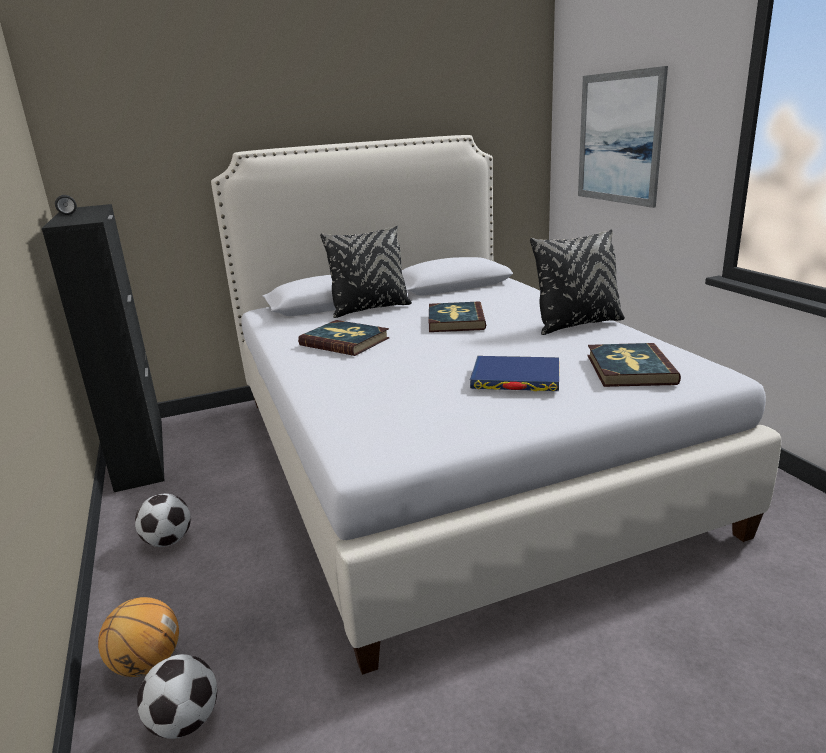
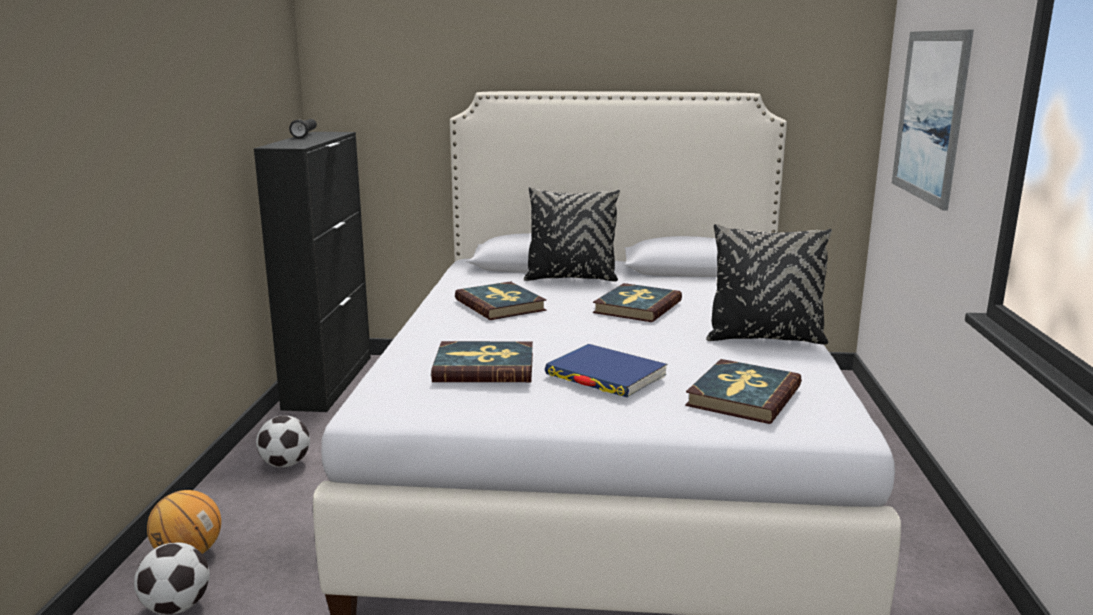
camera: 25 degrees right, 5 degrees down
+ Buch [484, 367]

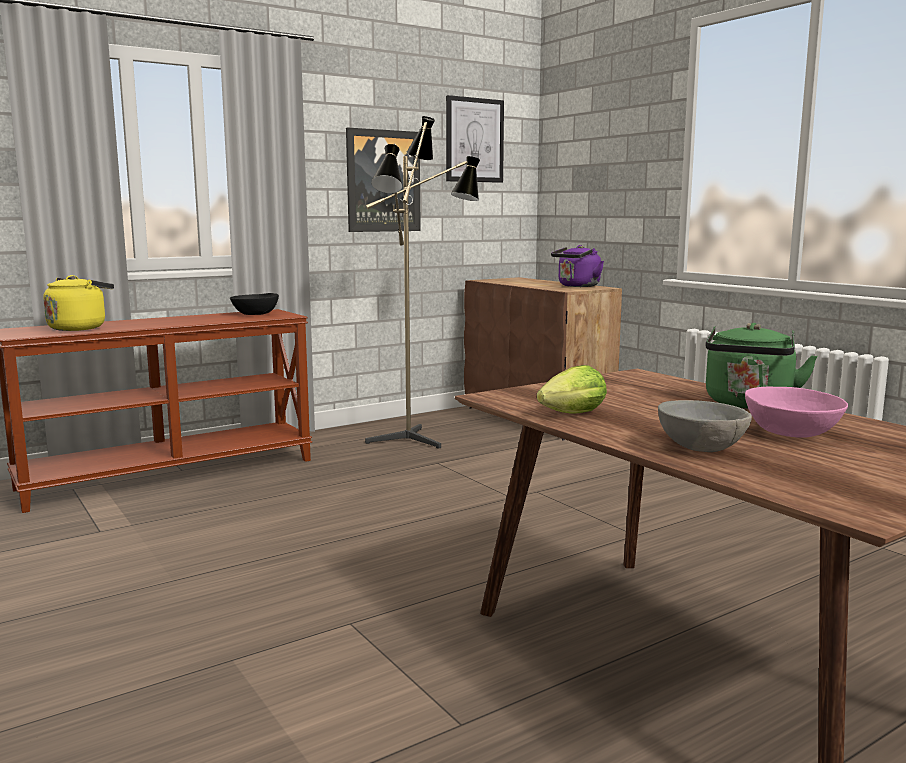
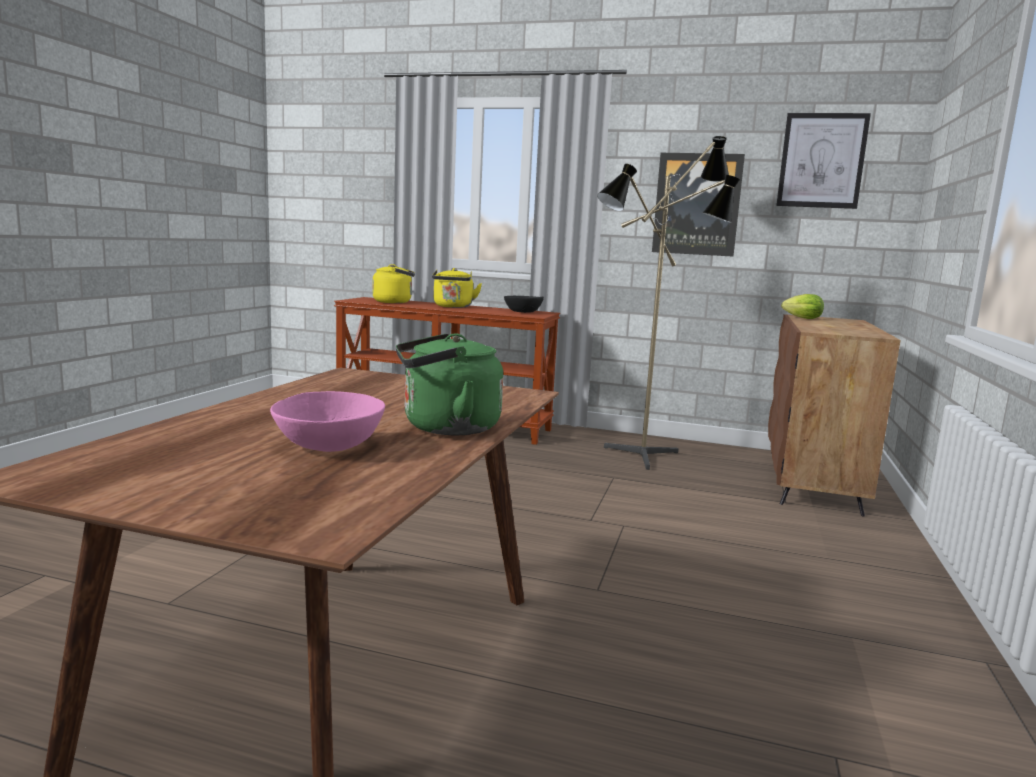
camera: 50 degrees right, 0 degrees up
~ Salatkopf [569, 415] to [800, 318]
- Wasserkessel/lila [577, 286]
- Schüssel/grau [701, 448]
+ Wasserkessel/gelb [453, 307]

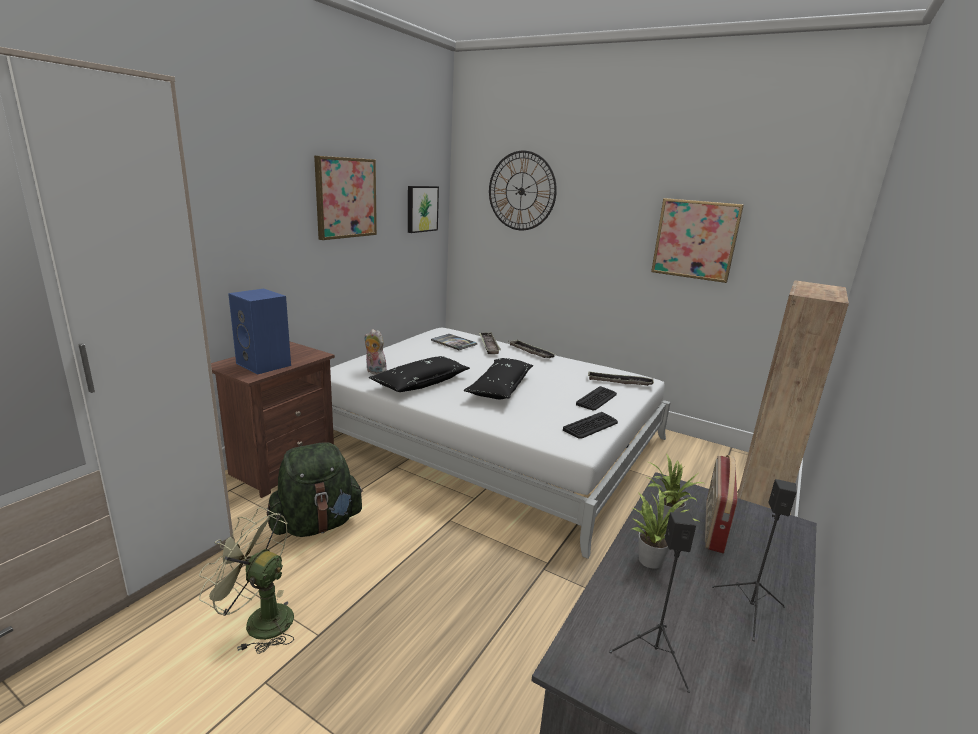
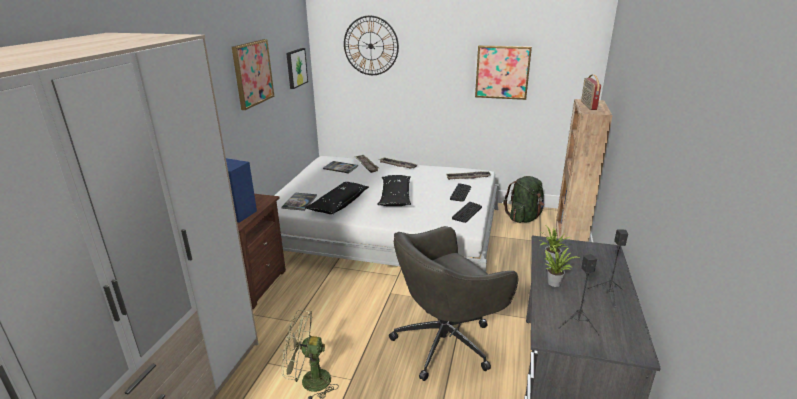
camera: 15 degrees left, 5 degrees up
~ Rucksack/grün [317, 524] to [524, 218]
~ Plüschtier [374, 372] to Buch [299, 202]
~ Radio [713, 526] to [588, 105]
+ Bürostuhl/grau [446, 342]

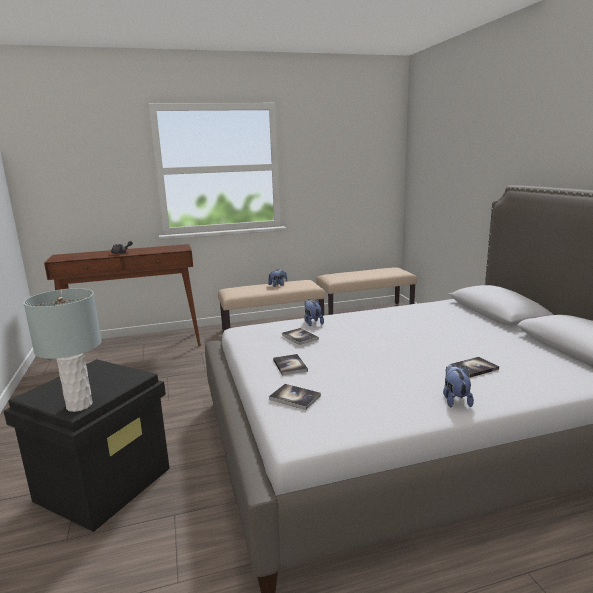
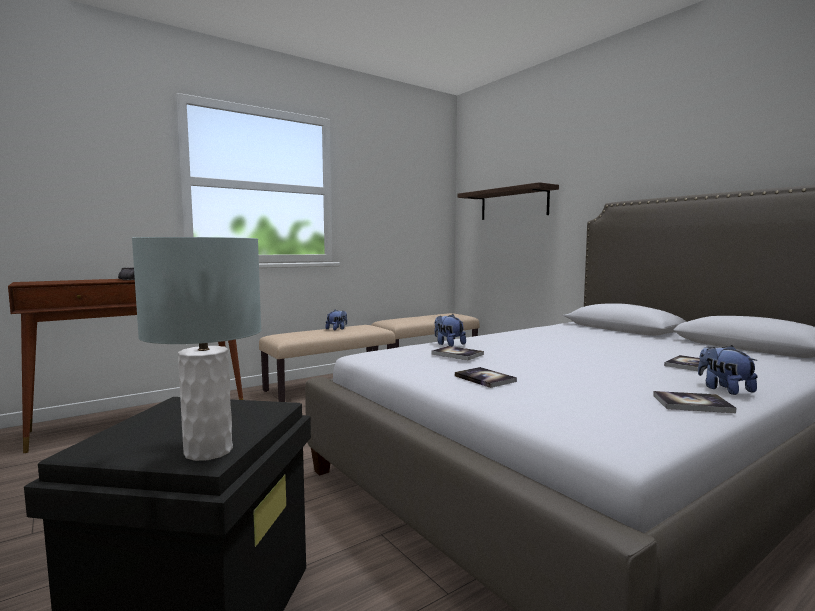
camera: 20 degrees left, 10 degrees down
~ Buch [295, 397] to [692, 404]
+ Wandregal [513, 204]

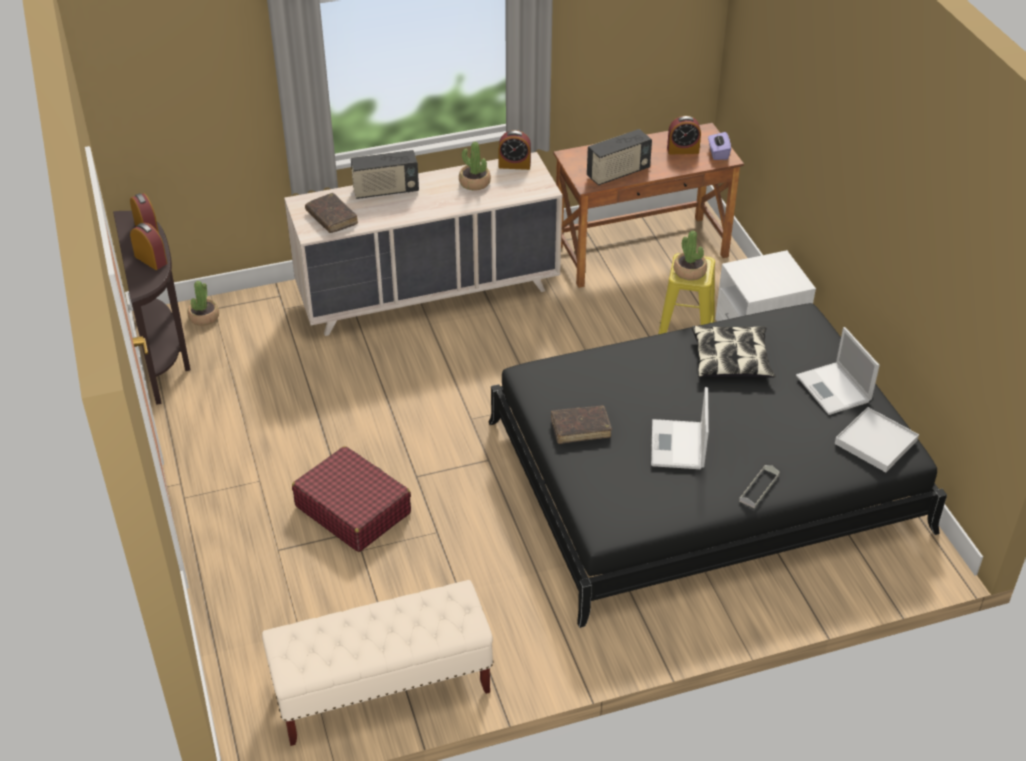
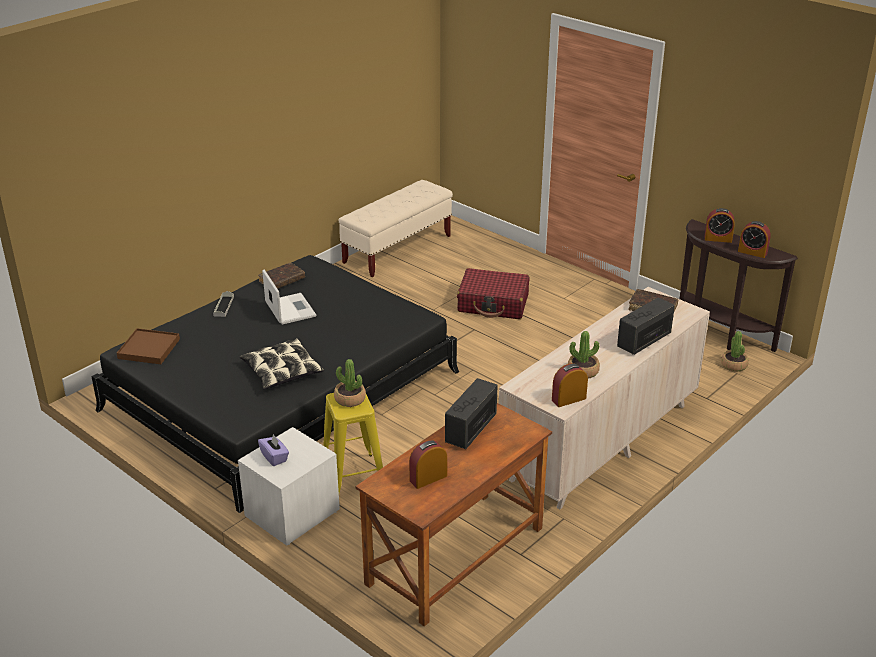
camera: 150 degrees right, 10 degrees down
~ Buch/braun [580, 428] to [282, 281]
~ Taschentuchbox/lila [718, 153] to [274, 457]
- Laptop [834, 389]
~ Tablett/weiß [875, 442] to Tablett/braun [149, 349]

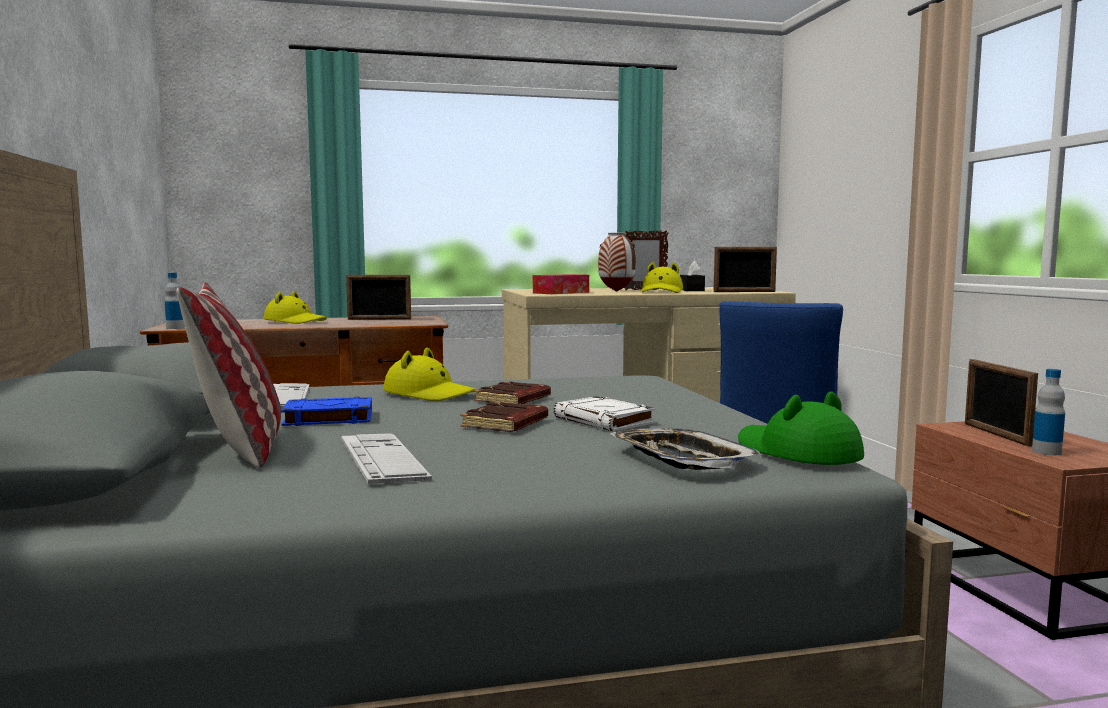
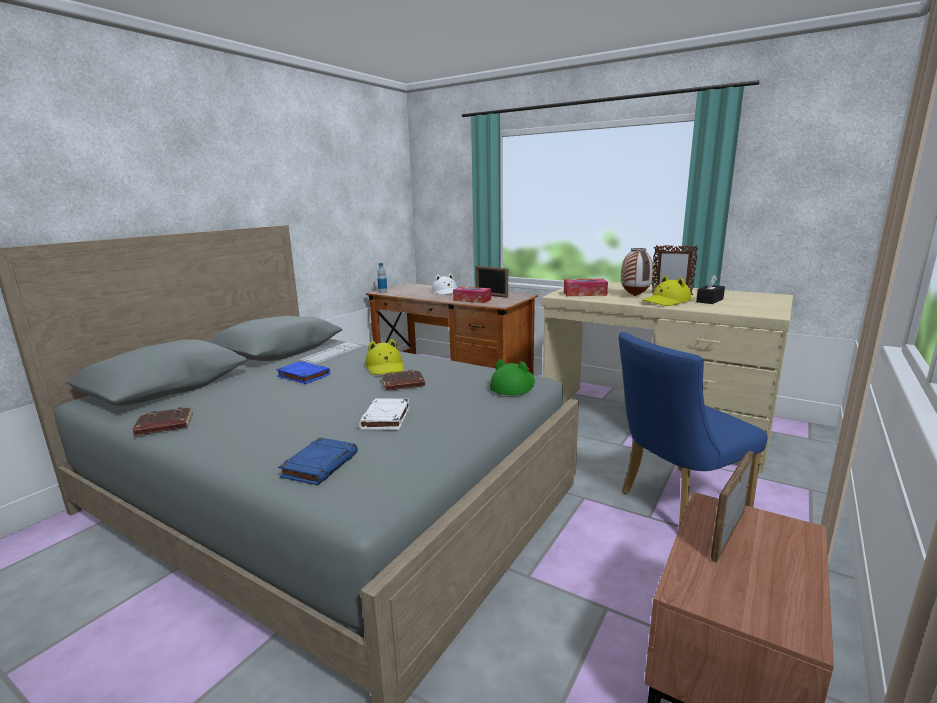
camera: 45 degrees right, 10 degrees up
- Kissen [240, 448]
~ Hut/gelb [295, 321] to Hut/weiß [446, 292]
- Tastatur [382, 459]
~ Buch/braun [506, 424] to [164, 426]
~ Tablett [681, 459] to Buch/blau [320, 465]
- Bilderrahmen [744, 292]
~ Hut/grün [796, 452] to [513, 385]
- Flasche [1046, 452]
+ Taschentuchbox [472, 300]

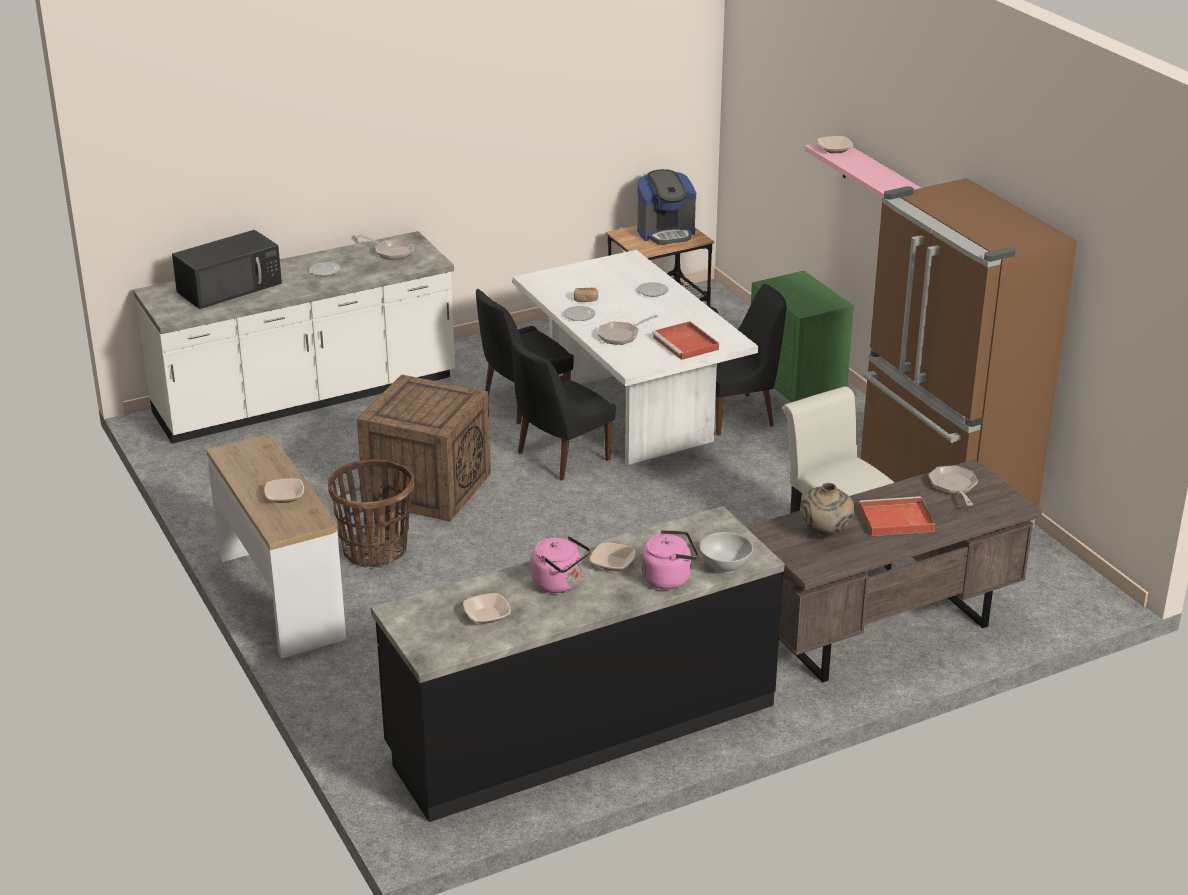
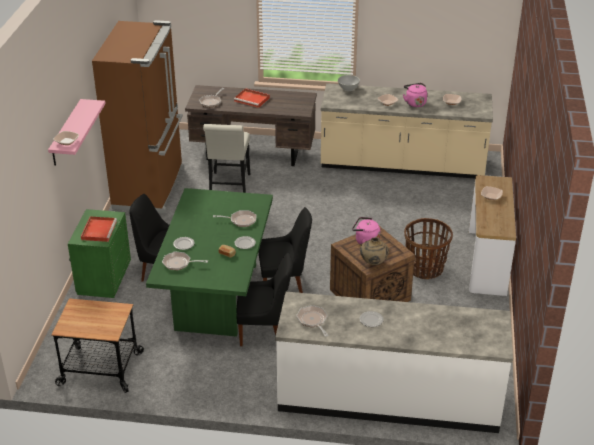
camera: 145 degrees left, 5 degrees up
- Mikrowelle/schwarz [230, 287]
~ Küchenzeile/schwarz [581, 728] to Küchenzeile/beige [402, 165]
~ Esstisch/weiß [628, 414] to Esstisch/grün [217, 297]
- Kaffeemaschine [666, 233]
~ Wasserkessel/rosa [669, 578] to [365, 241]
~ Tablett/rot [686, 344] to [99, 230]
~ Vase/beige [825, 533] to [373, 263]
+ Pfanne [179, 263]

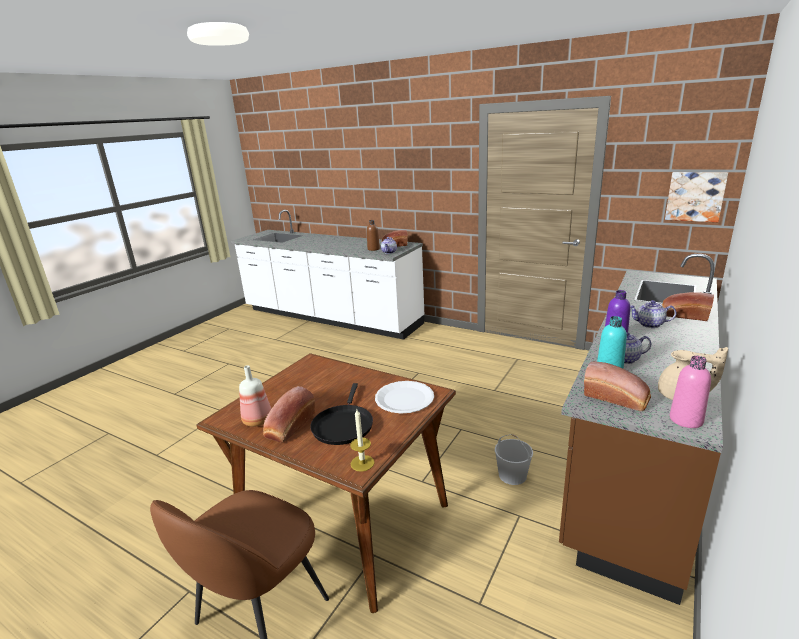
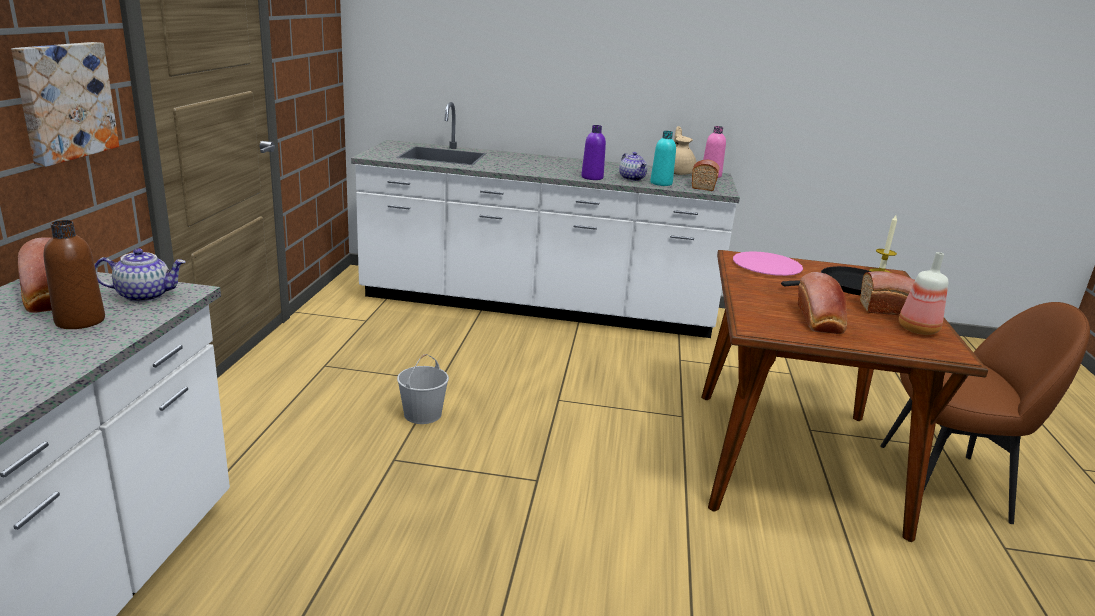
camera: 115 degrees left, 0 degrees up
~ Teller/weiß [404, 398] to Teller/rosa [766, 266]
~ Eimer/weiß [513, 475] to [423, 413]
~ Küchenzeile/braun [637, 451] to Küchenzeile/weiß [538, 306]
- Teekanne [649, 324]
~ Brot [683, 315] to [820, 320]
~ Bild [695, 196] to [64, 101]

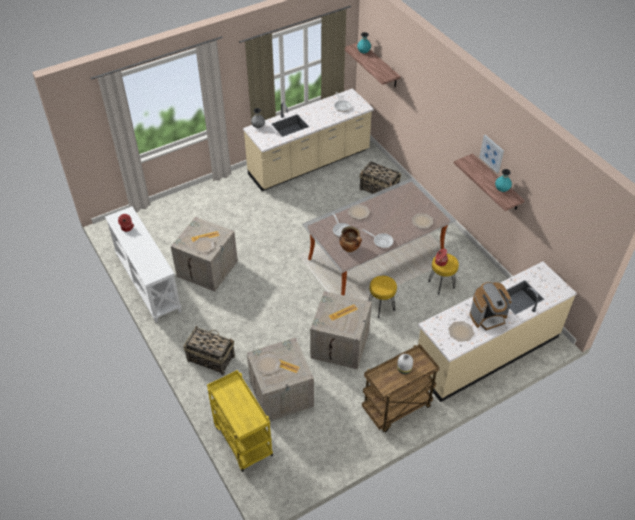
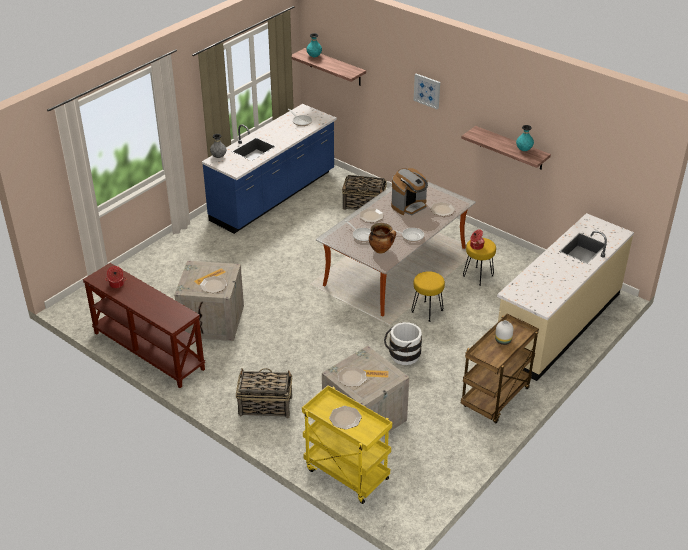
camera: 20 degrees left, 10 degrees down
~ Konsolentisch/weiß [147, 282] to Konsolentisch/braun [147, 351]
~ Küchenzeile/beige [309, 164] to Küchenzeile/blau [274, 197]
~ Kiste [339, 343] to Eimer/weiß [401, 355]
~ Teller [461, 331] to [345, 418]
~ Kaffeemaschine [488, 317] to [409, 206]
~ Bild [492, 153] to [427, 91]

